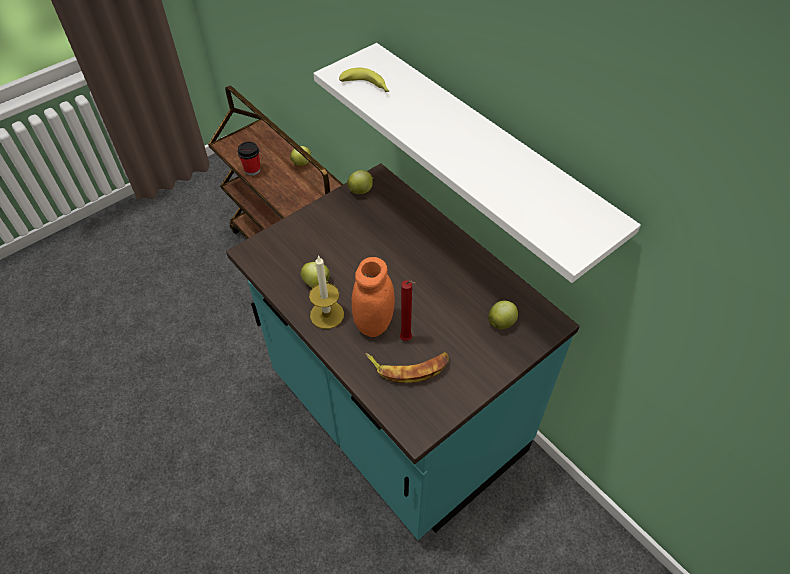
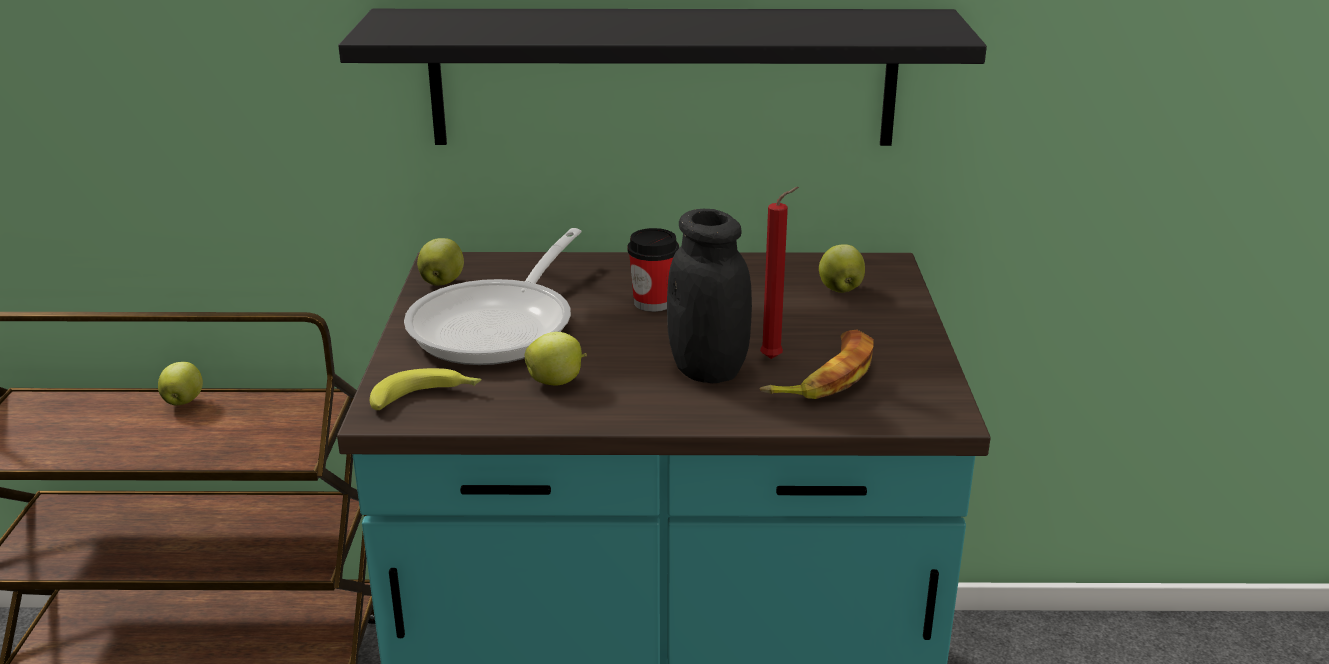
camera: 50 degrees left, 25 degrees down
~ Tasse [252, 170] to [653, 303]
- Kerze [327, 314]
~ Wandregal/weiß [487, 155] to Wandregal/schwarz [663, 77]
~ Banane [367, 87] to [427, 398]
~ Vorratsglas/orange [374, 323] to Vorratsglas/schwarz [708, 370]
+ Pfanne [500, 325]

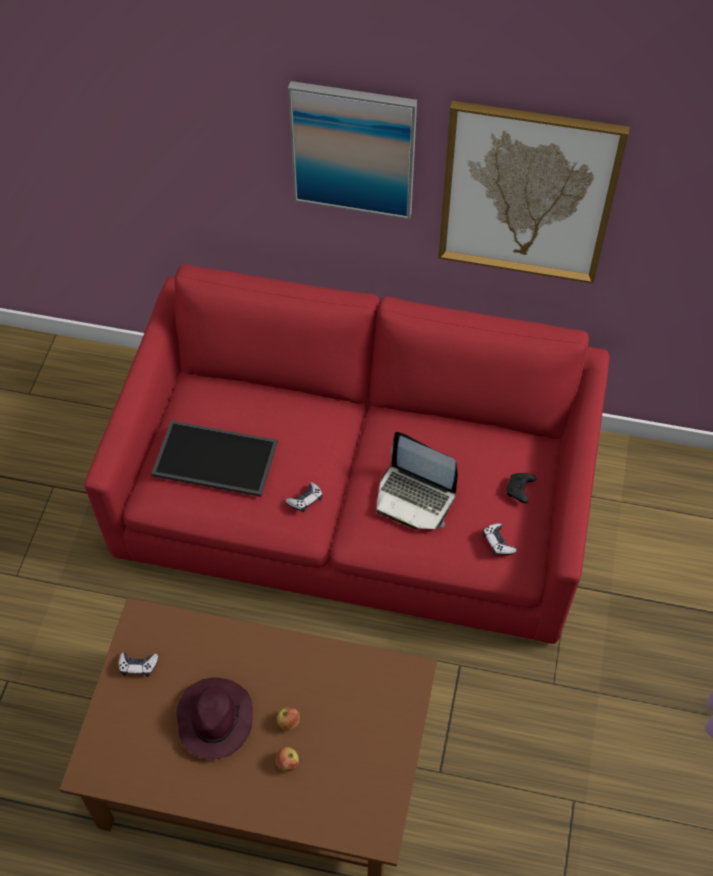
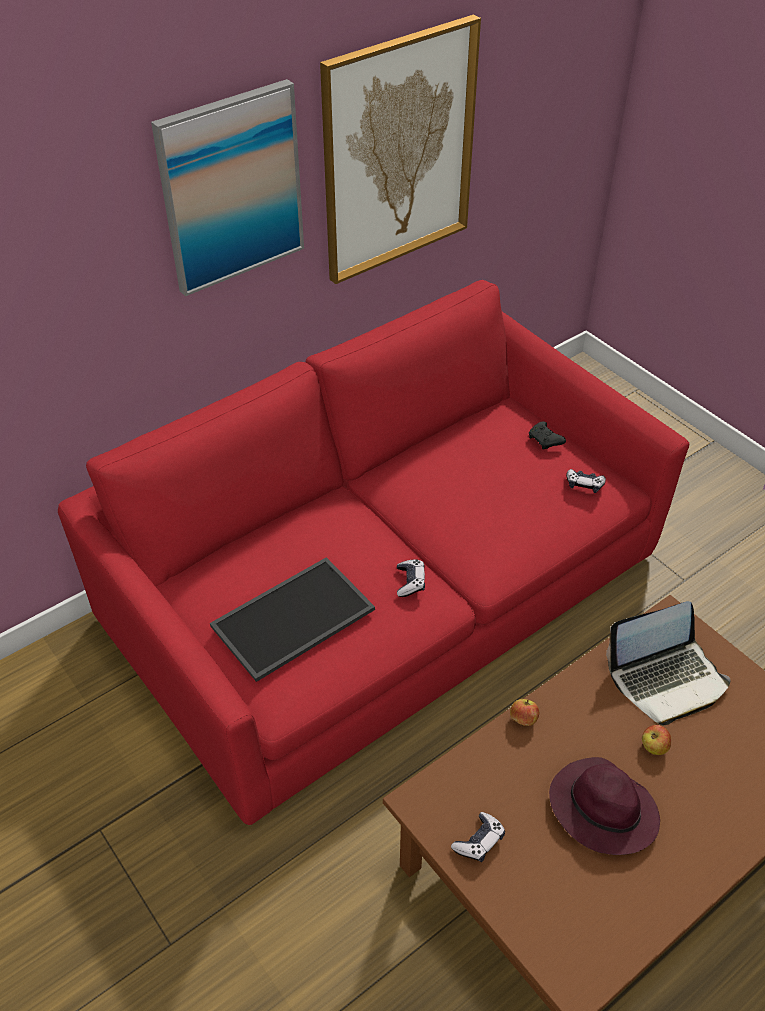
camera: 50 degrees left, 10 degrees down
~ Apfel [287, 763] to [523, 719]
~ Laptop [415, 497] to [666, 679]

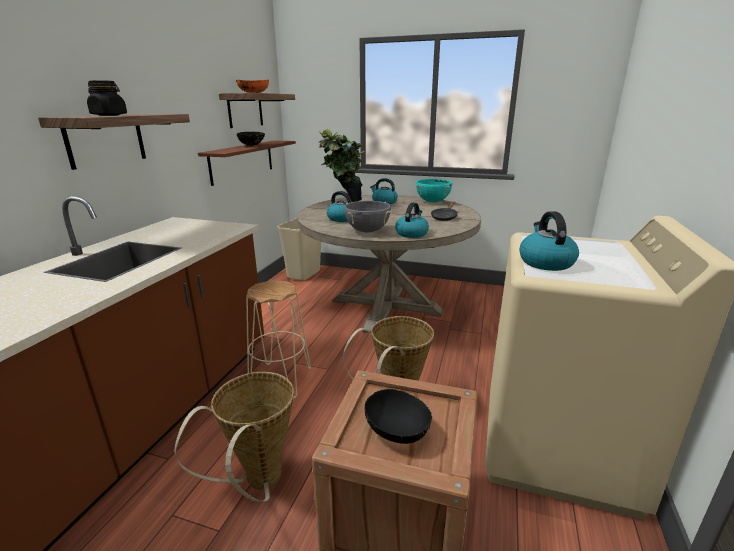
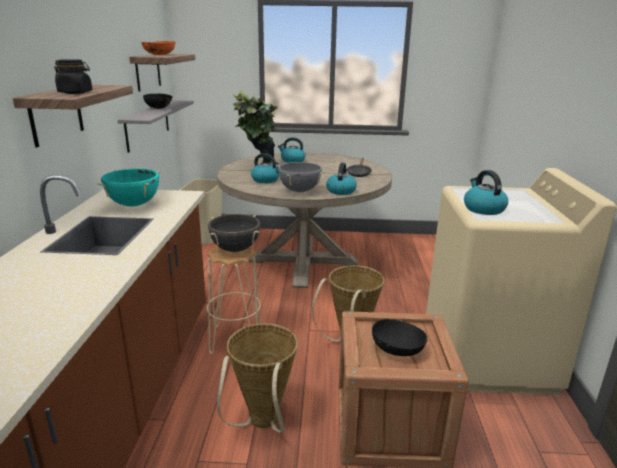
camera: 15 degrees left, 0 degrees up
~ Wandregal/braun [242, 161] to Wandregal/grau [148, 124]
~ Kochtopf/türkis [432, 202] to [134, 204]
+ Kochtopf/schwarz [235, 249]

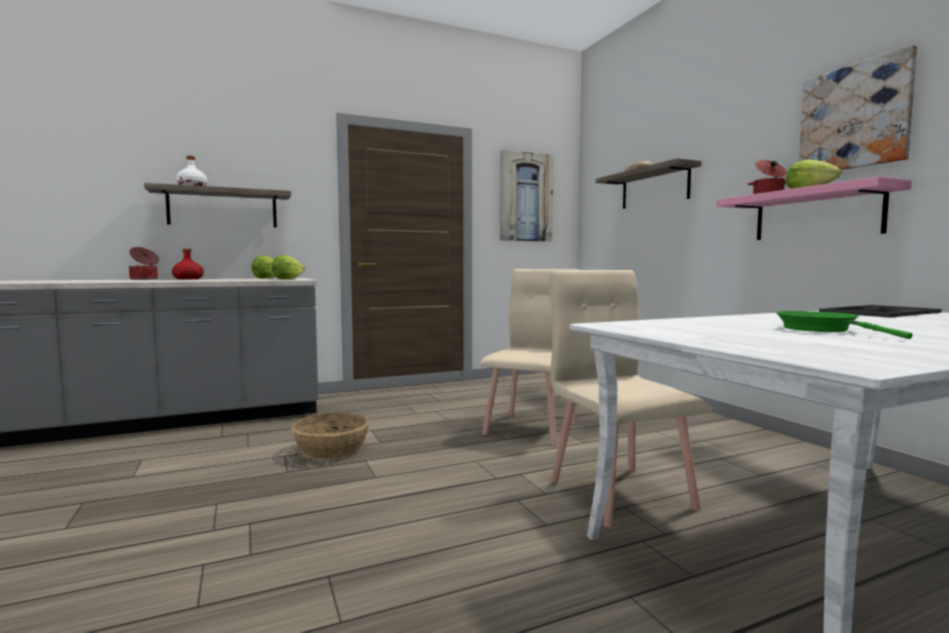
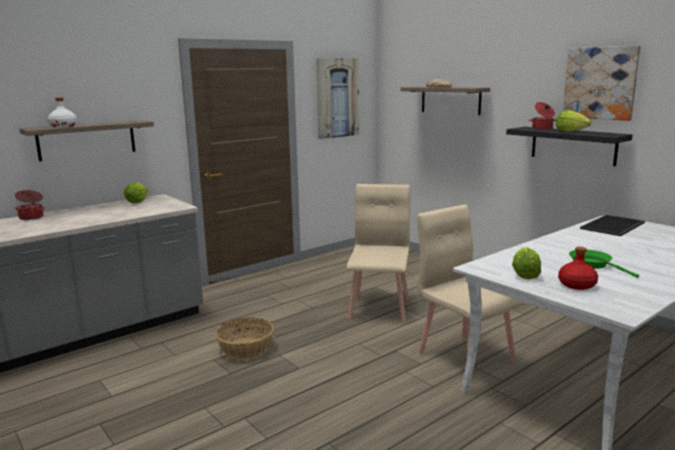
camera: 15 degrees left, 10 degrees up
~ Flasche/rot [188, 279] to [576, 285]
~ Salatkopf [287, 279] to [524, 275]
~ Wandregal/rosa [816, 214] to Wandregal/schwarz [573, 145]

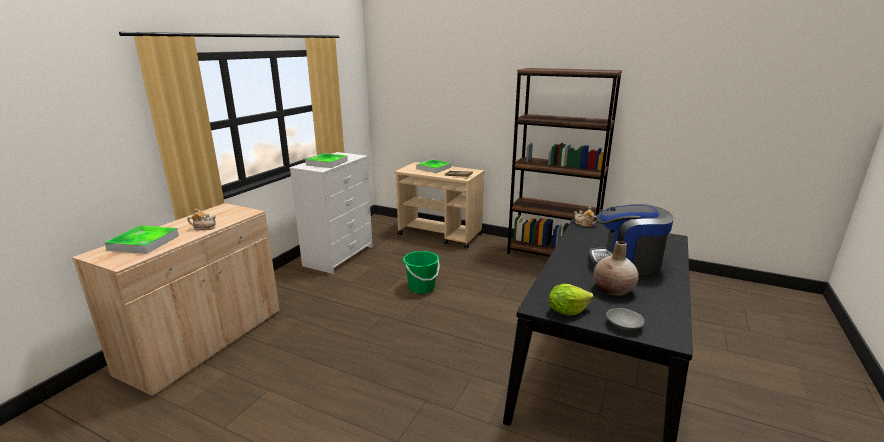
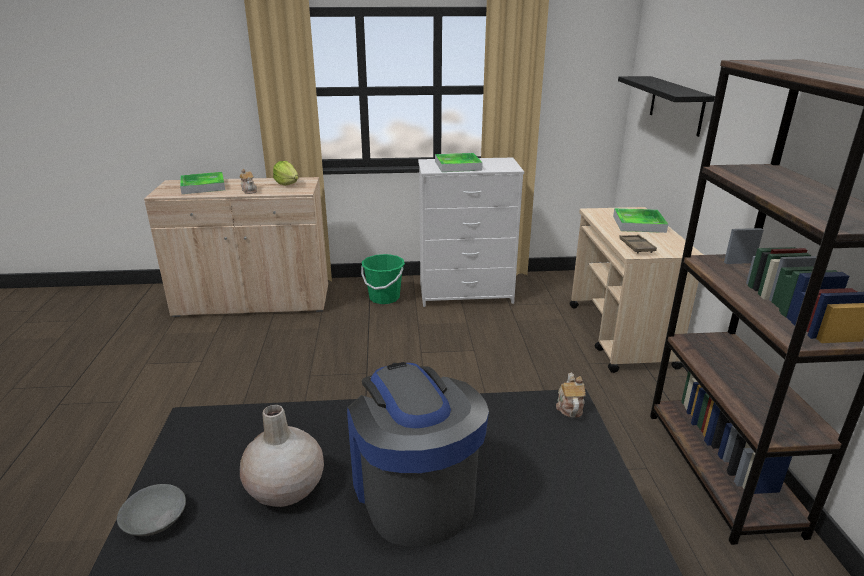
camera: 60 degrees right, 5 degrees up
~ Eimer/grün [421, 287] to [384, 298]
~ Salatkopf [567, 311] to [287, 184]
+ Wandregal/schwarz [676, 105]

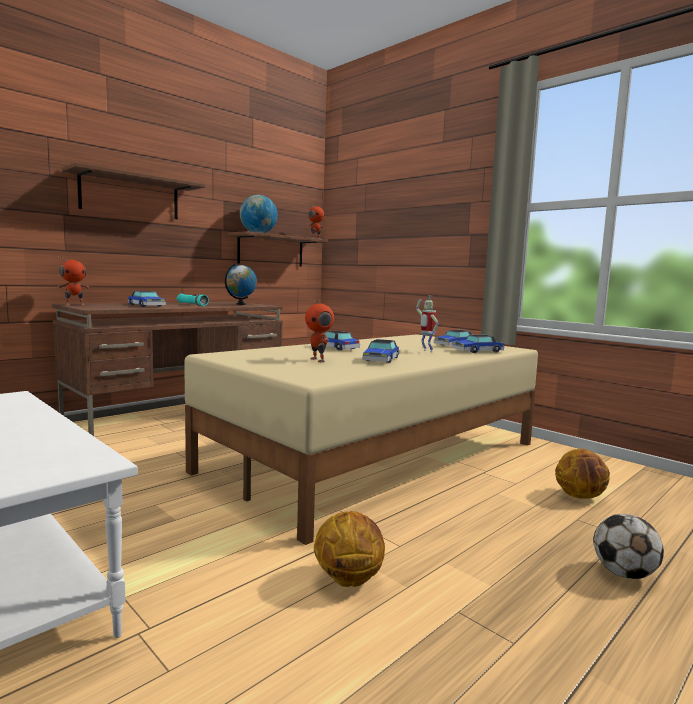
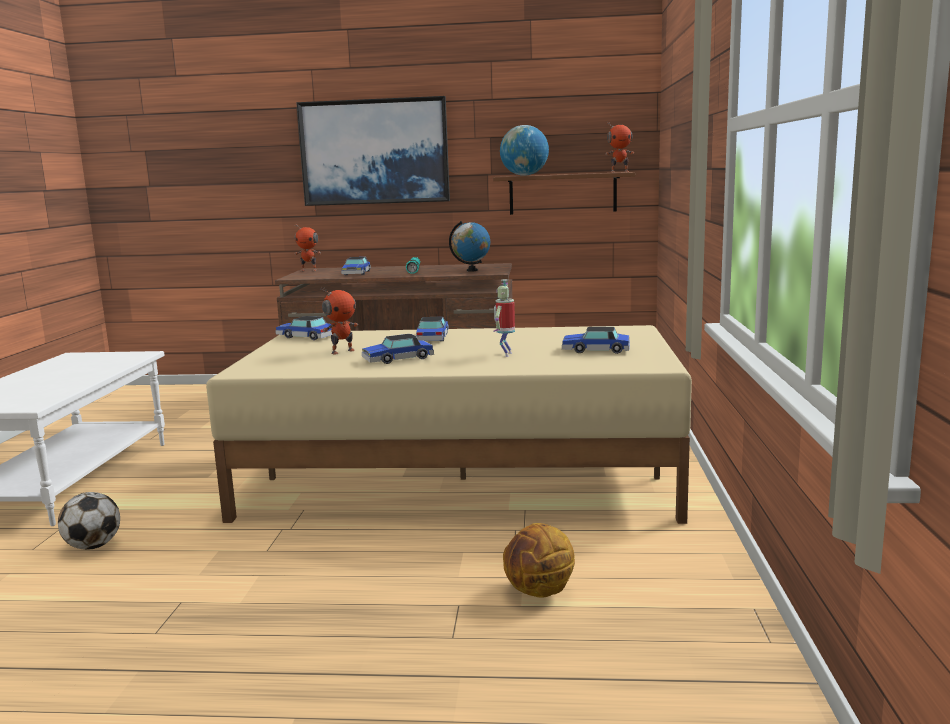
camera: 50 degrees right, 5 degrees up
~ Wandregal/braun [130, 196] to Bild [374, 152]
~ Spielzeugroboter [318, 360] = [342, 351] 150 degrees counterclockwise
- Basketball [348, 578]
~ Spielzeugauto [477, 351] to [306, 336]
~ Fußball [624, 574] to [93, 546]

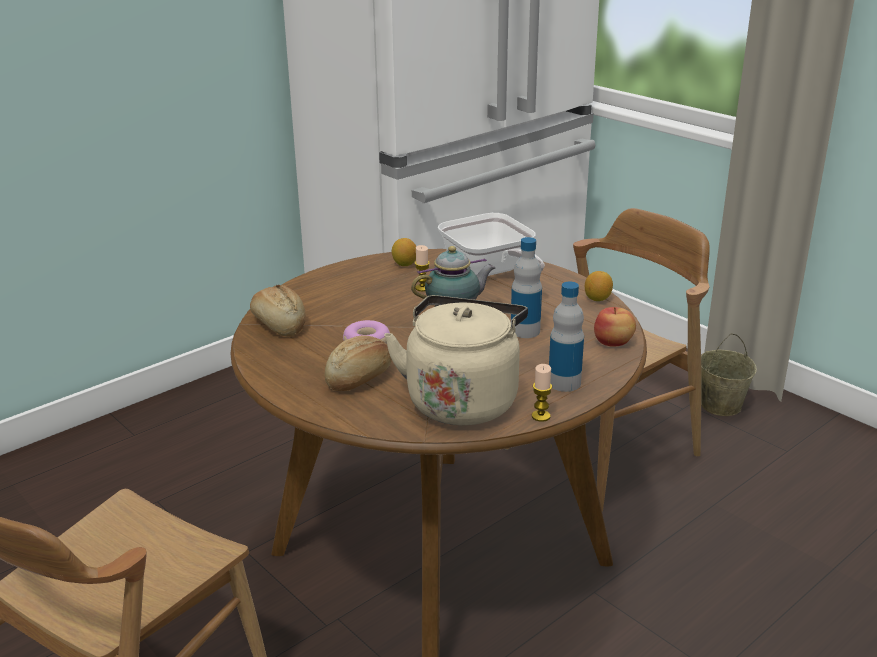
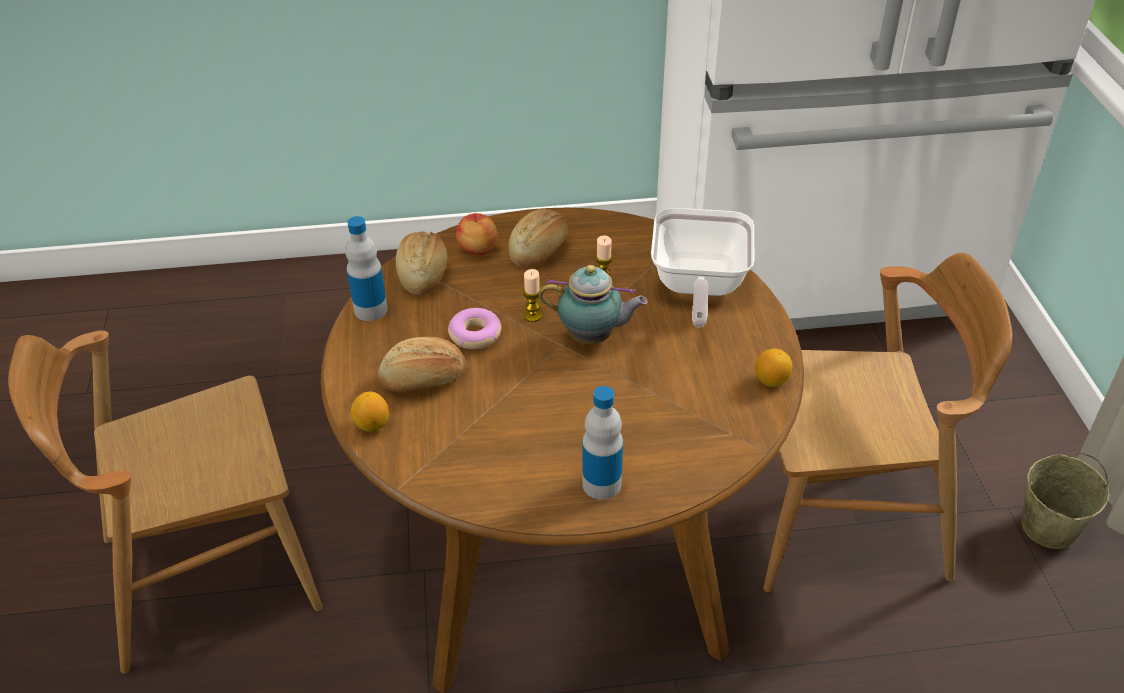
camera: 35 degrees right, 15 degrees up
- Wasserkessel/beige [463, 399]
~ Zitrone [404, 264] to [372, 425]
~ Flasche [525, 331] to [370, 310]
~ Kerze [541, 416] to [533, 316]
~ Apfel [613, 343] to [478, 249]
+ Brot [540, 250]

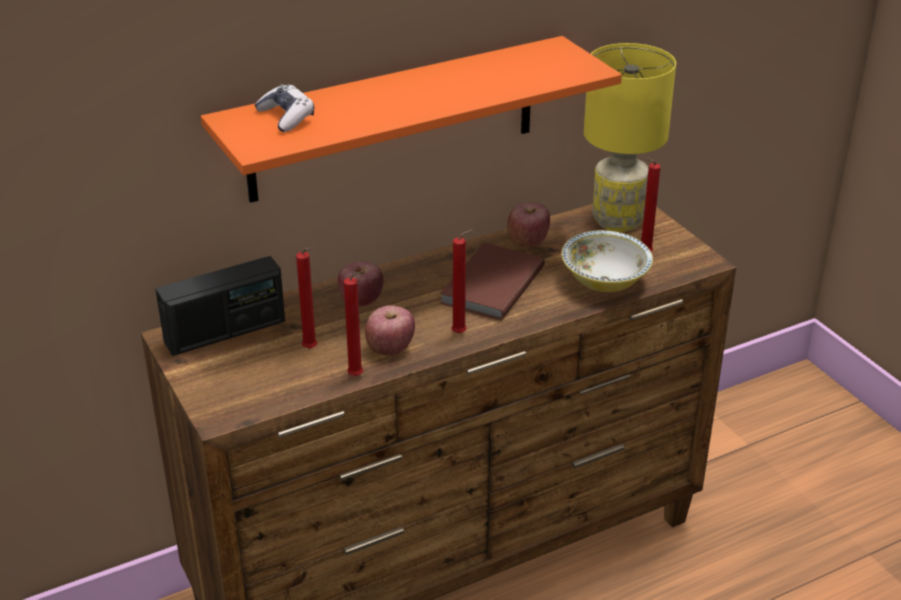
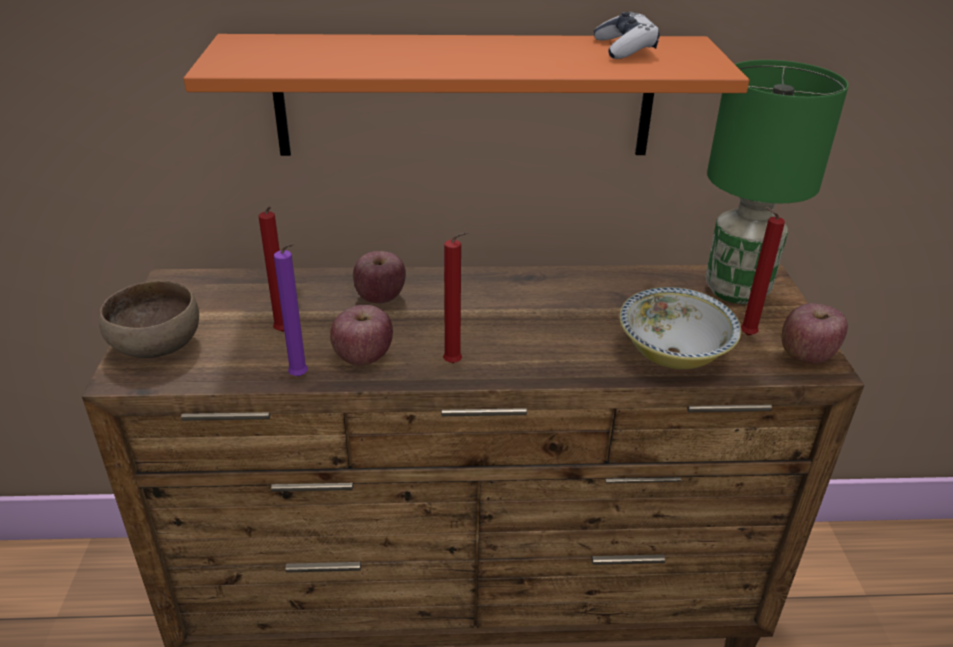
camera: 25 degrees right, 0 degrees up
- Radio [225, 332]
~ Gamepad [286, 117] to [625, 48]
~ Kerze/rot [358, 376] to Kerze/lila [301, 377]
- Buch/braun [489, 285]
~ Apfel [527, 241] to [806, 355]
~ Tischlampe/gelb [619, 222] to Tischlampe/grün [737, 291]
+ Schüssel/braun [156, 347]

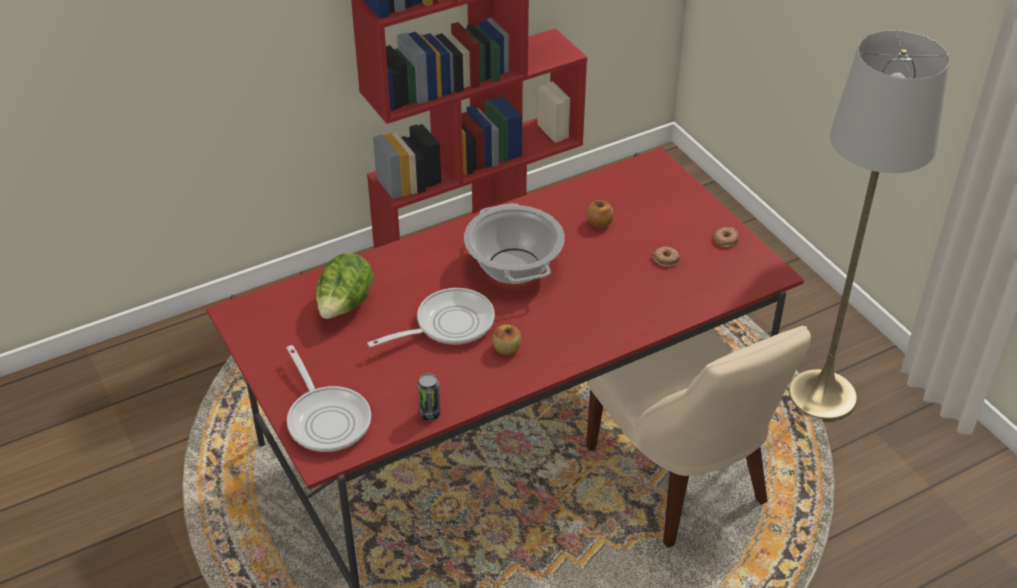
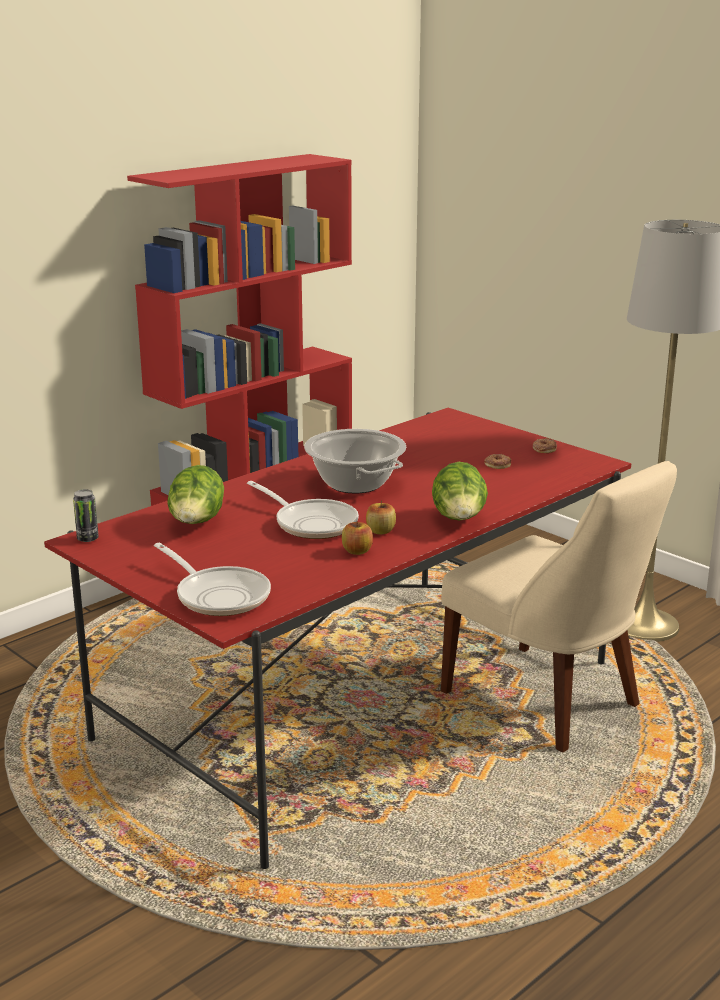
camera: 15 degrees left, 20 degrees down
~ Pfanne [448, 325] = [311, 523] 90 degrees clockwise
~ Dose [430, 414] to [87, 539]
~ Apfel [600, 223] to [357, 551]
+ Salatkopf [459, 520]

